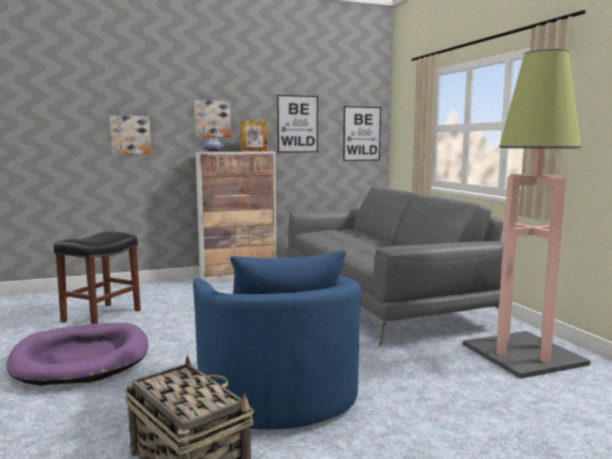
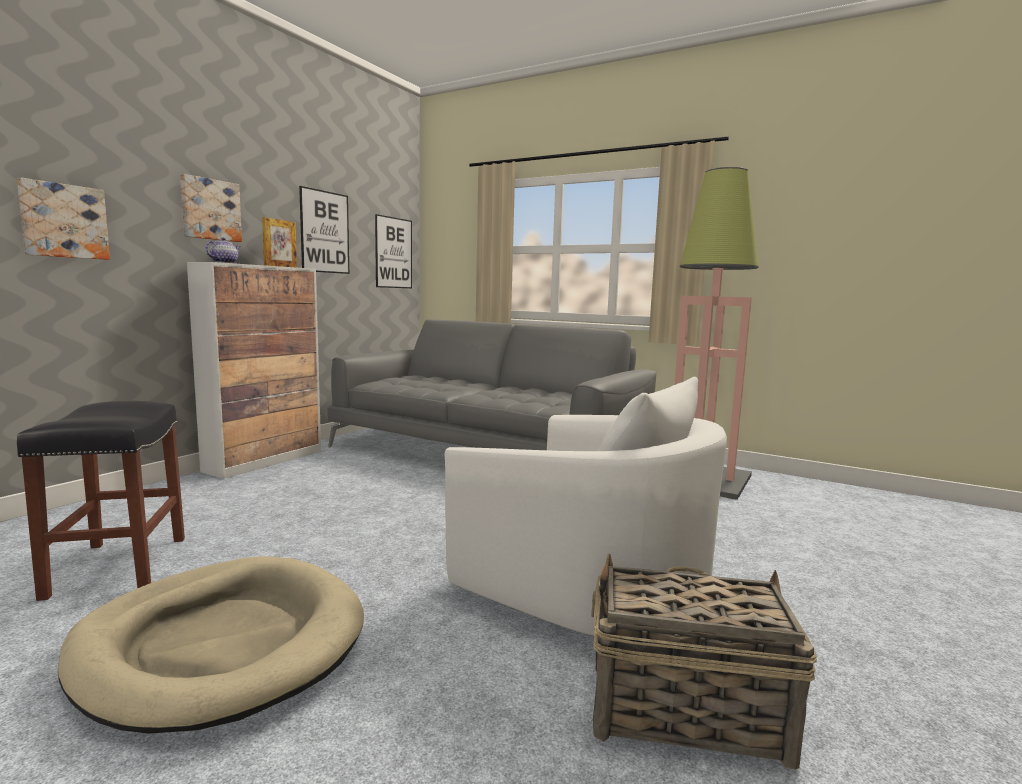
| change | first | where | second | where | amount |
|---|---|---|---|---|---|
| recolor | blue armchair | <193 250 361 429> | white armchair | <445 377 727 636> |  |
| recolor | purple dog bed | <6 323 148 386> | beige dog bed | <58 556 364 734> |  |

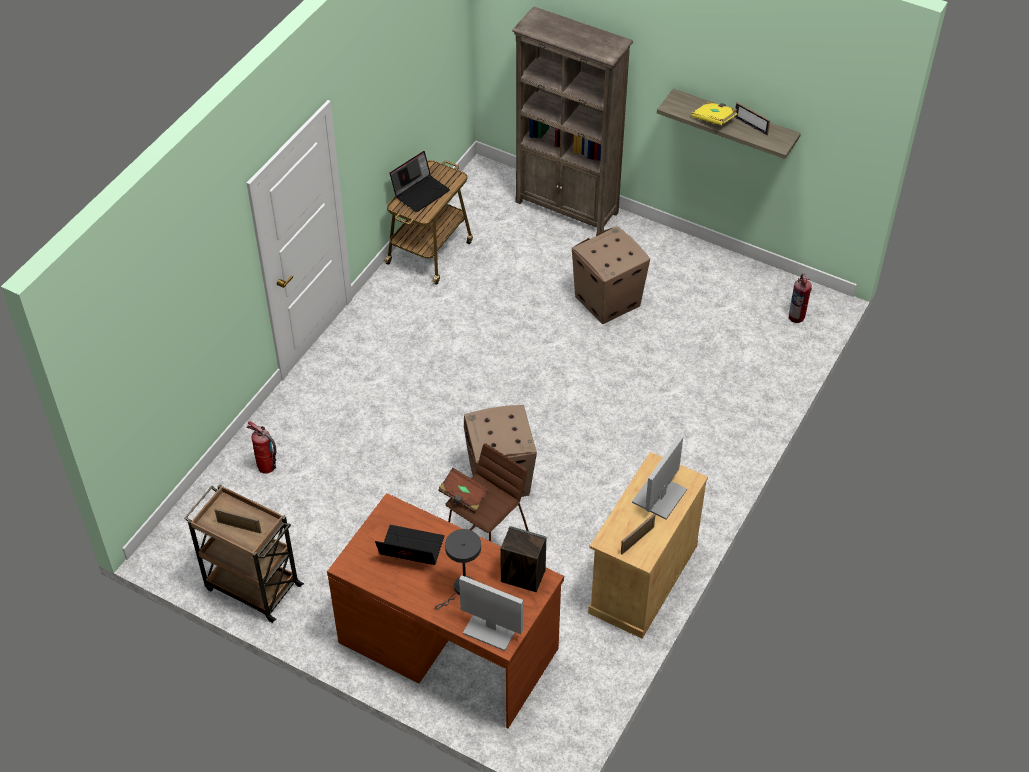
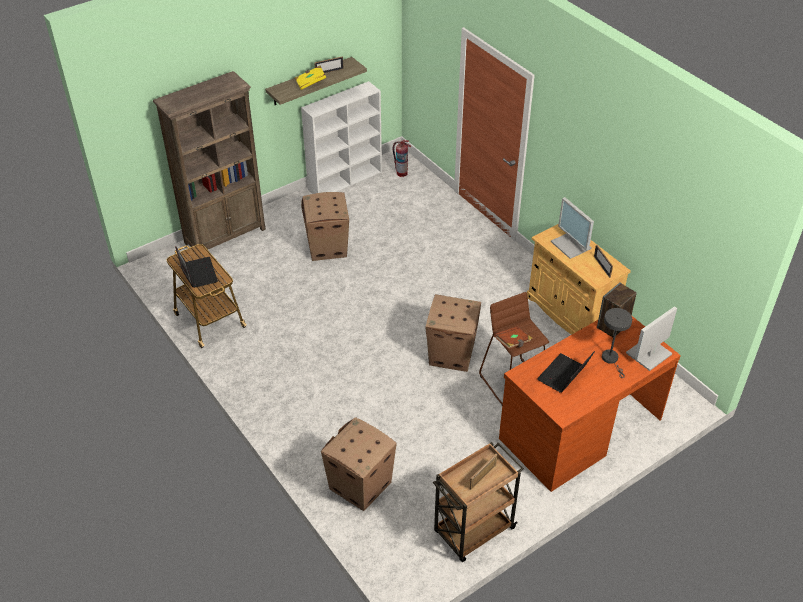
| change | first | where | second | where | amount |
|---|---|---|---|---|---|
| replace | fire extinguisher | <246 421 276 474> | cardboard box | <321 417 397 511> |  |
| insert |  |  | white bookcase | <301 81 382 194> |  |

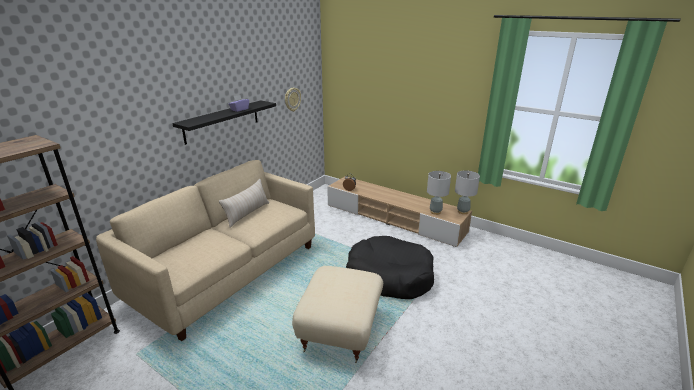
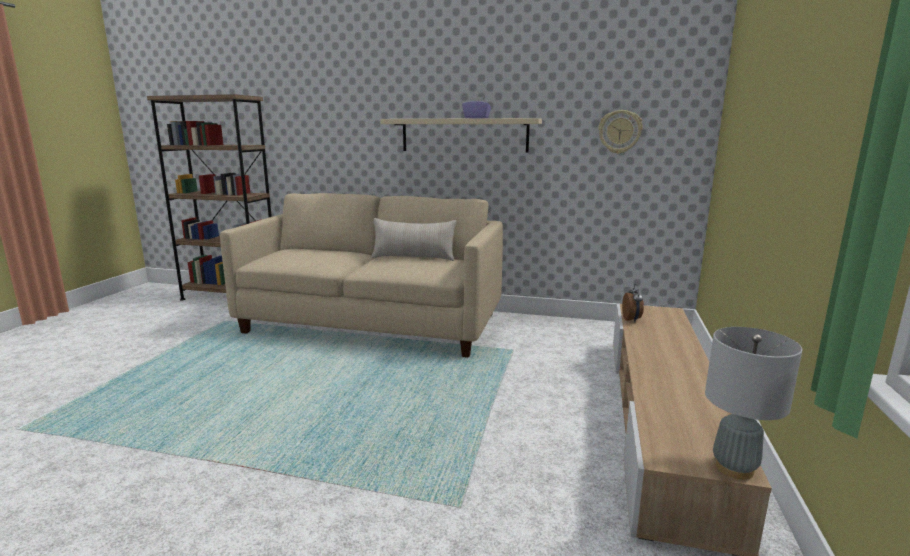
| change | first | where | second | where | amount |
|---|---|---|---|---|---|
| recolor | black shelf | <172 100 276 145> | beige shelf | <380 118 542 152> |  |
| delete | grey table lamp | <427 171 451 215> |  |  |  |
| delete | black dog bed | <346 236 434 299> |  |  |  |
| delete | beige ottoman | <292 266 383 363> |  |  |  |

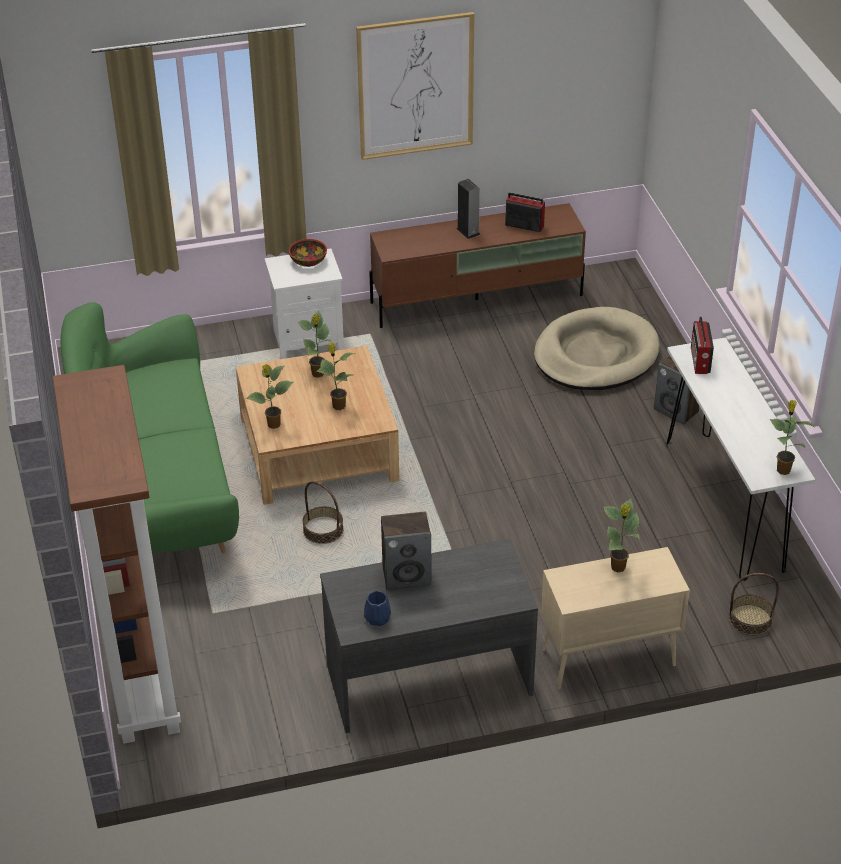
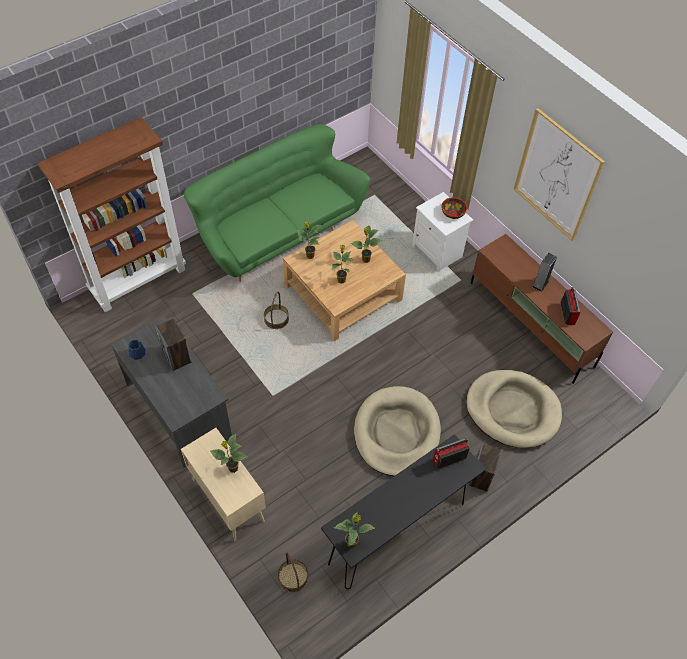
| change | first | where | second | where | amount |
|---|---|---|---|---|---|
| recolor | white console table | <666 338 815 581> | black console table | <321 434 486 589> |  |
| insert |  |  | beige dog bed | <354 386 441 476> |  |

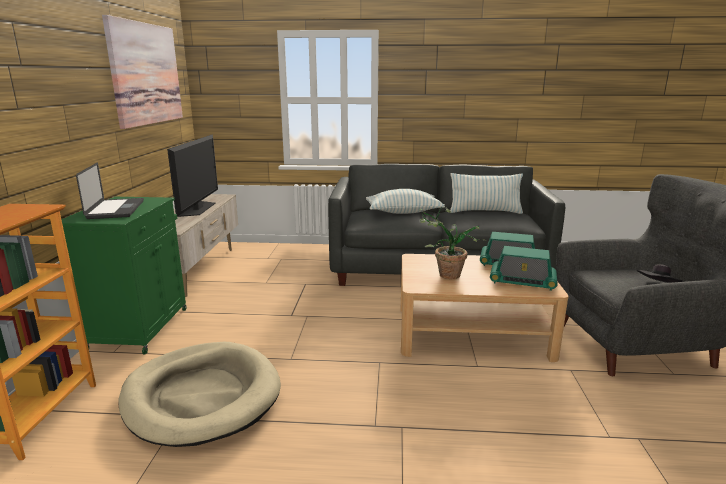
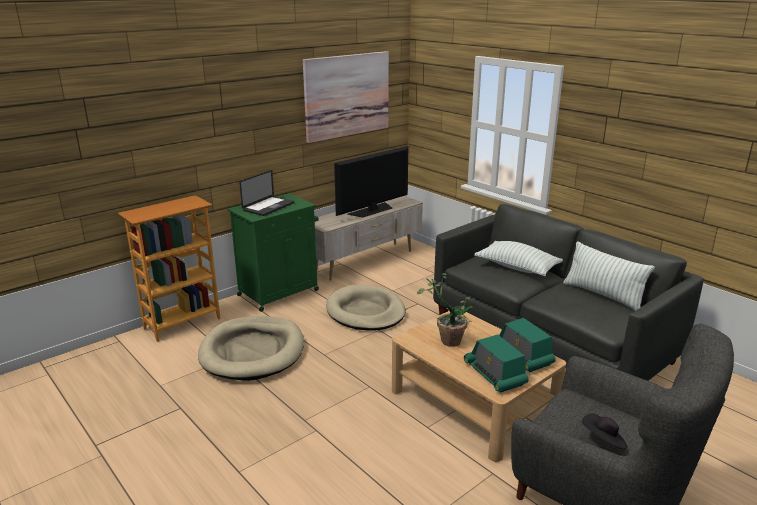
| change | first | where | second | where | amount |
|---|---|---|---|---|---|
| insert |  |  | beige dog bed | <326 284 406 331> |  |

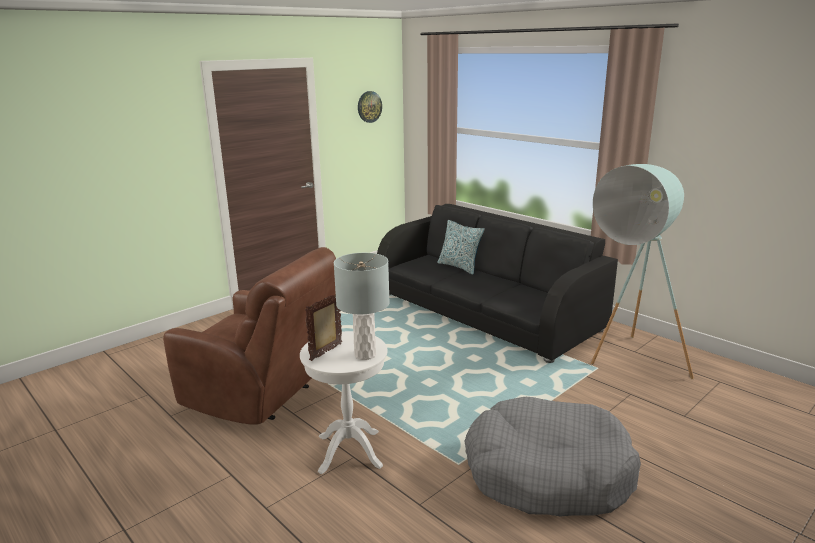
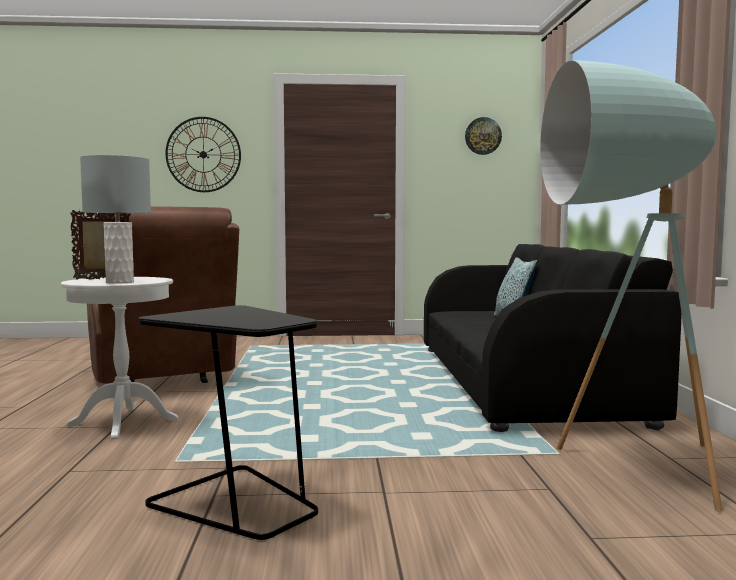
| change | first | where | second | where | amount |
|---|---|---|---|---|---|
| replace | grey dog bed | <464 397 641 517> | black side table | <138 305 318 540> |  |
| insert |  |  | wall clock | <165 117 241 192> |  |

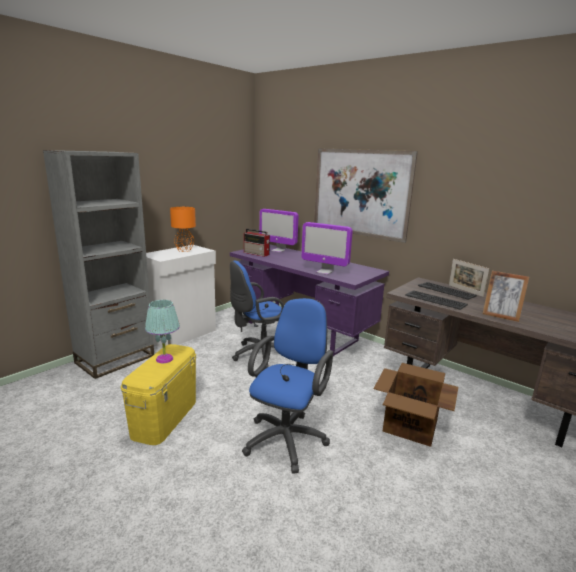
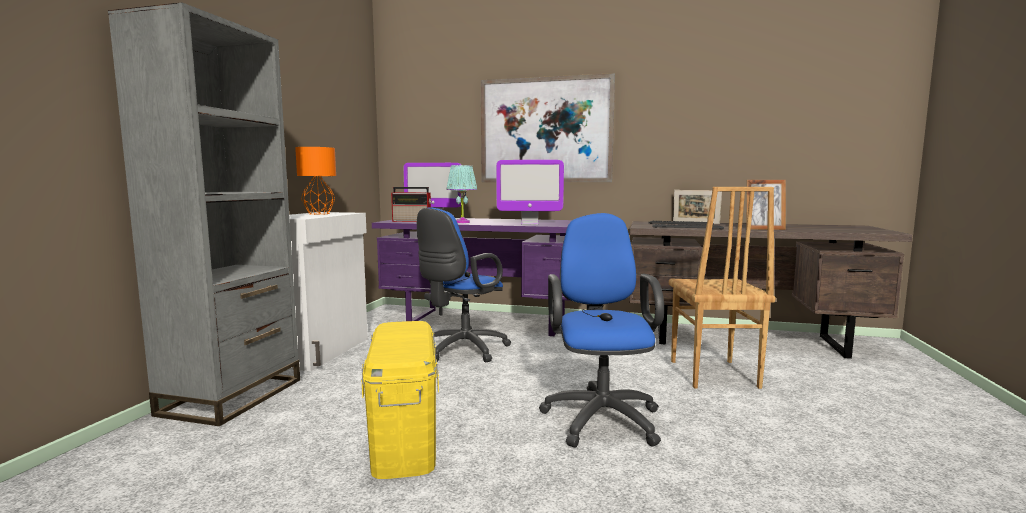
| change | first | where | second | where | amount |
|---|---|---|---|---|---|
| move | turquoise table lamp | <145 300 180 363> |  | <446 165 477 223> |  |
| replace | cardboard box | <374 363 458 447> | brown chair | <669 187 776 389> |  |

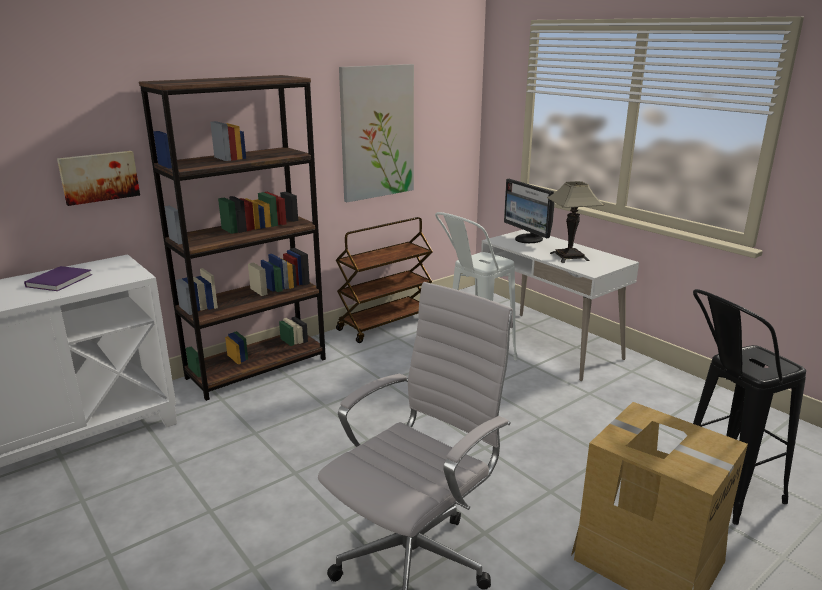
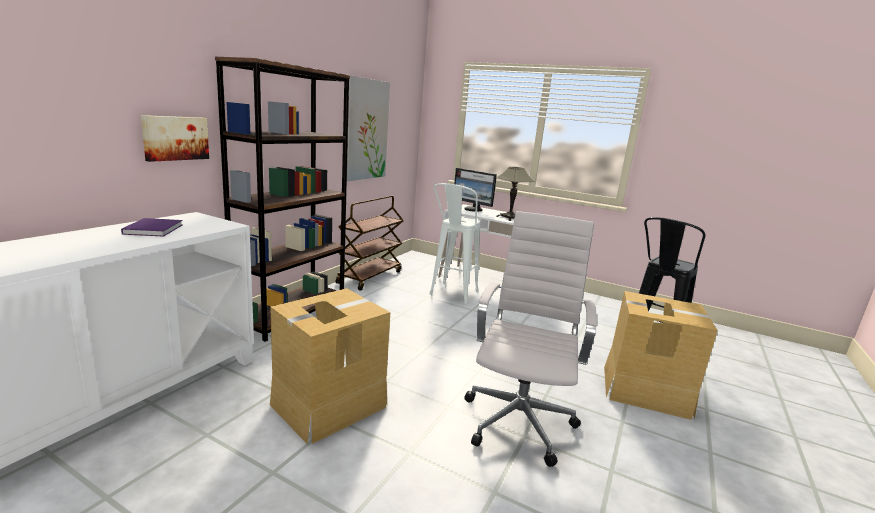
| change | first | where | second | where | amount |
|---|---|---|---|---|---|
| insert |  |  | cardboard box | <270 288 390 444> |  |

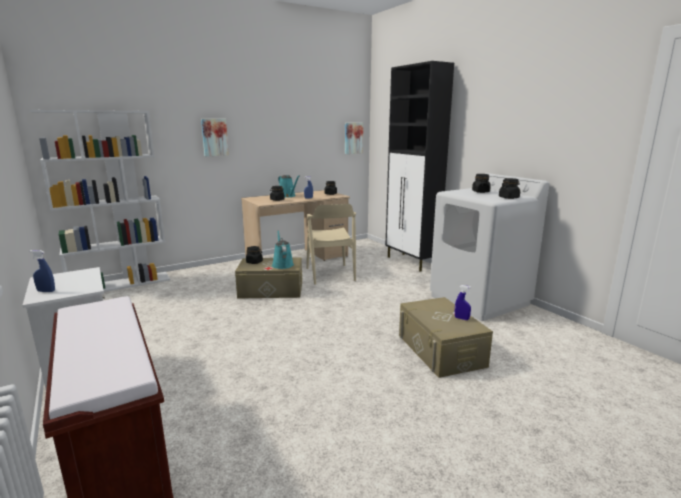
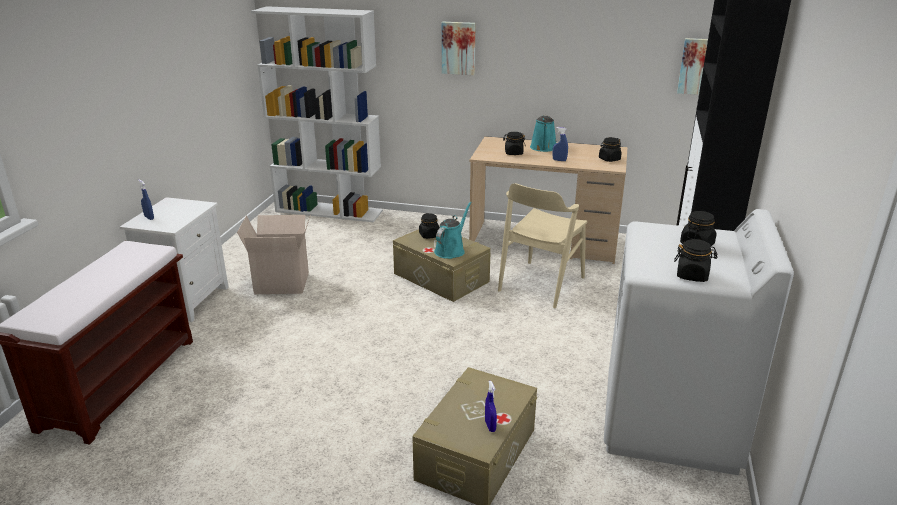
| change | first | where | second | where | amount |
|---|---|---|---|---|---|
| insert |  |  | cardboard box | <237 215 310 294> |  |

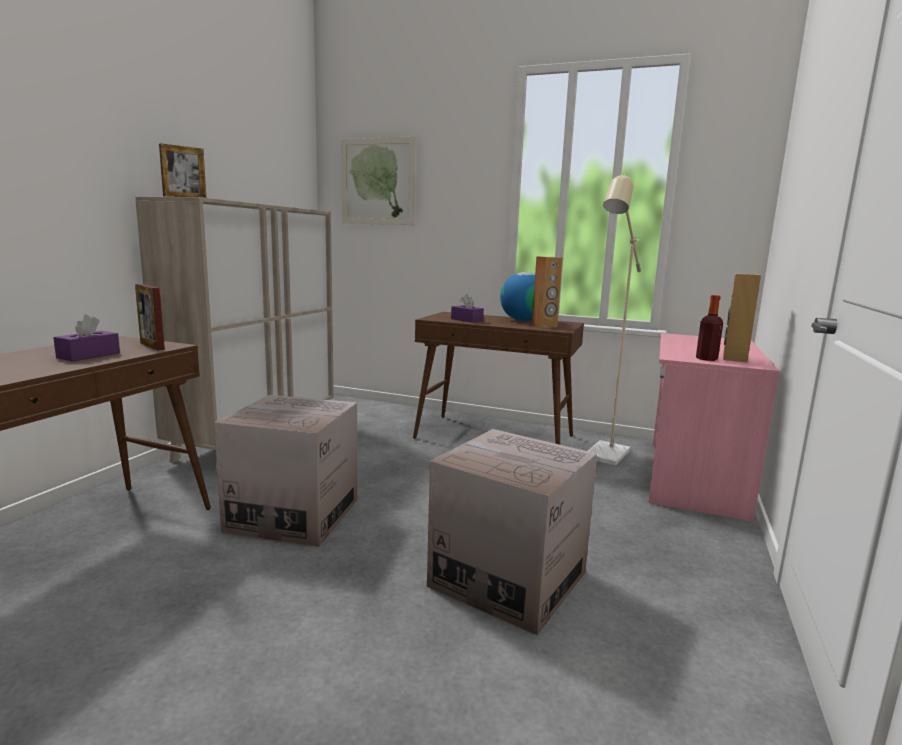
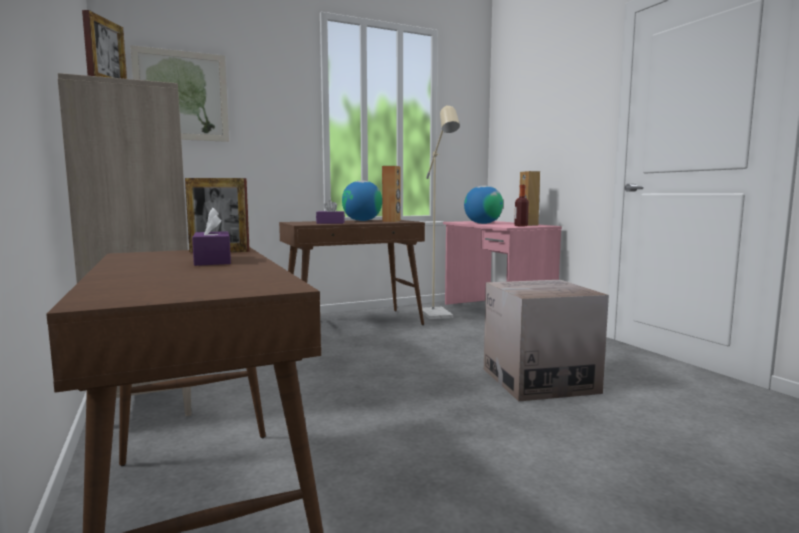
| change | first | where | second | where | amount |
|---|---|---|---|---|---|
| delete | cardboard box | <214 395 358 547> |  |  |  |
| insert |  |  | globe | <464 186 503 224> |  |

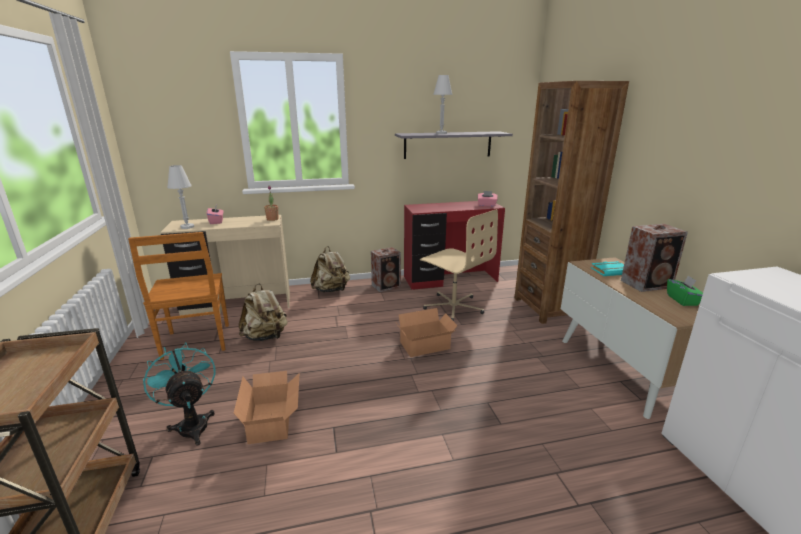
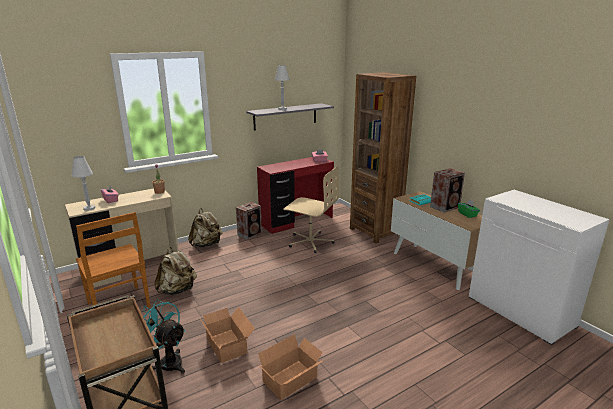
| change | first | where | second | where | amount |
|---|---|---|---|---|---|
| move | cardboard box | <396 308 458 357> |  | <258 334 323 400> |  |

